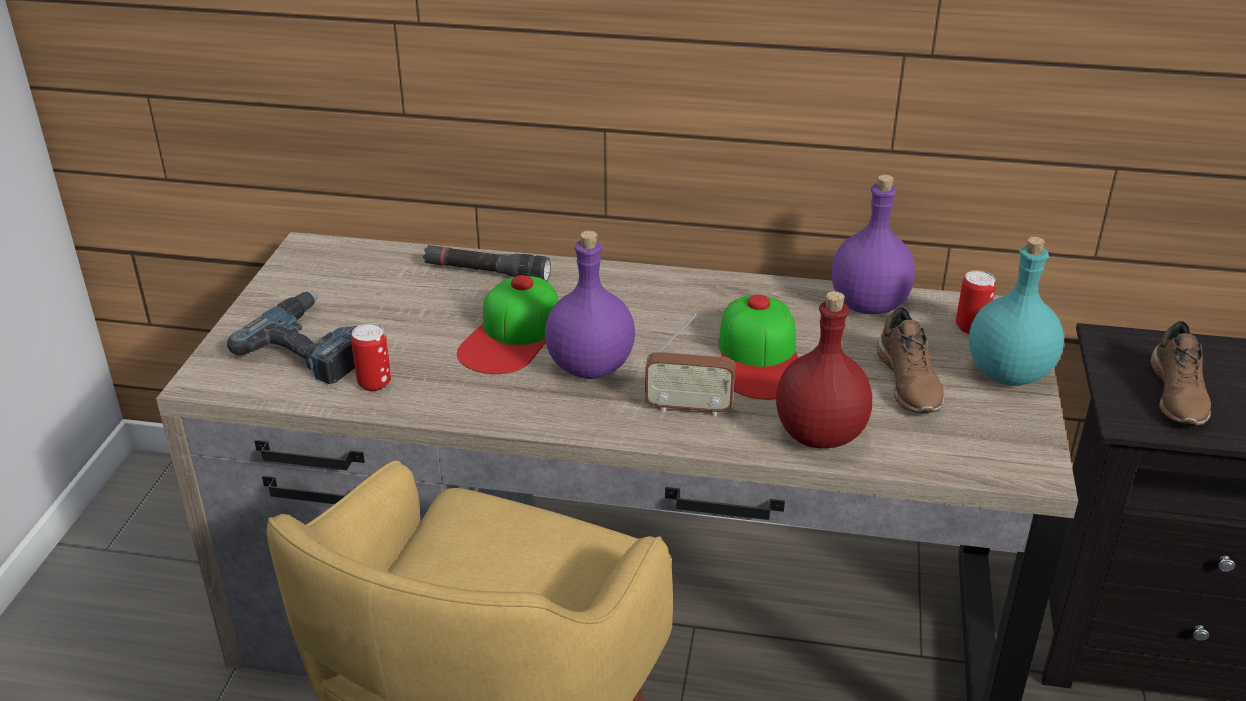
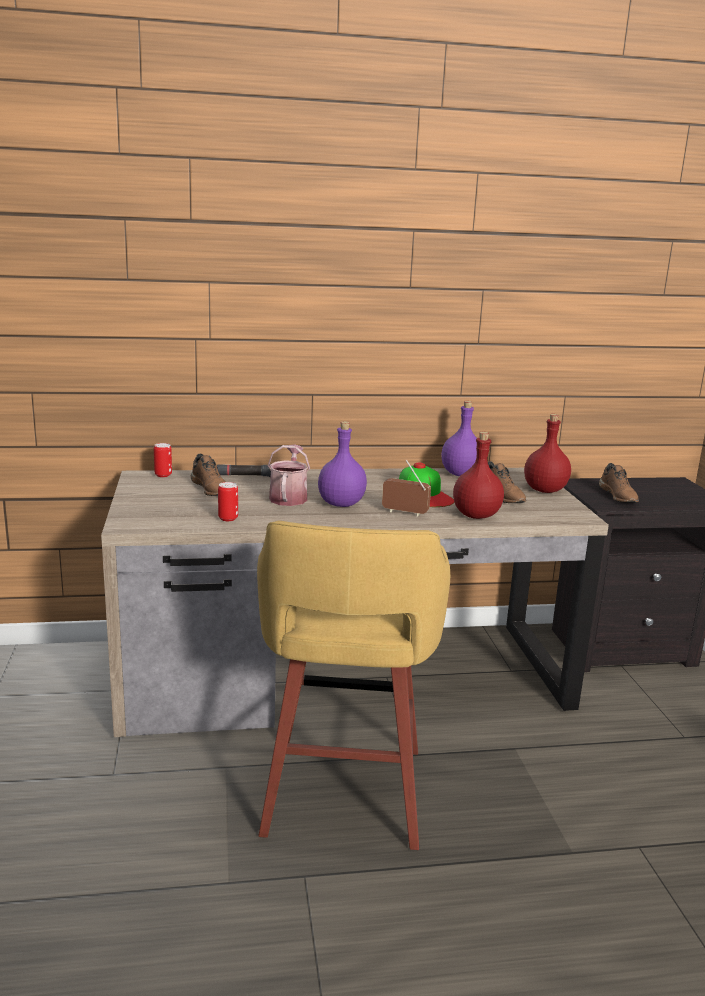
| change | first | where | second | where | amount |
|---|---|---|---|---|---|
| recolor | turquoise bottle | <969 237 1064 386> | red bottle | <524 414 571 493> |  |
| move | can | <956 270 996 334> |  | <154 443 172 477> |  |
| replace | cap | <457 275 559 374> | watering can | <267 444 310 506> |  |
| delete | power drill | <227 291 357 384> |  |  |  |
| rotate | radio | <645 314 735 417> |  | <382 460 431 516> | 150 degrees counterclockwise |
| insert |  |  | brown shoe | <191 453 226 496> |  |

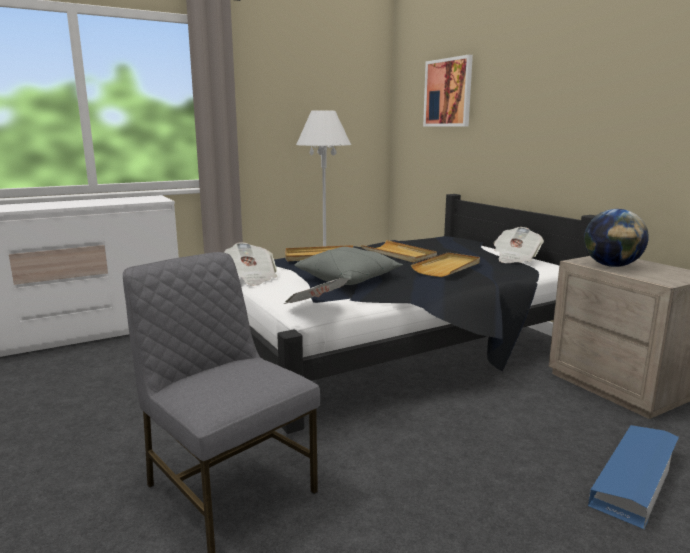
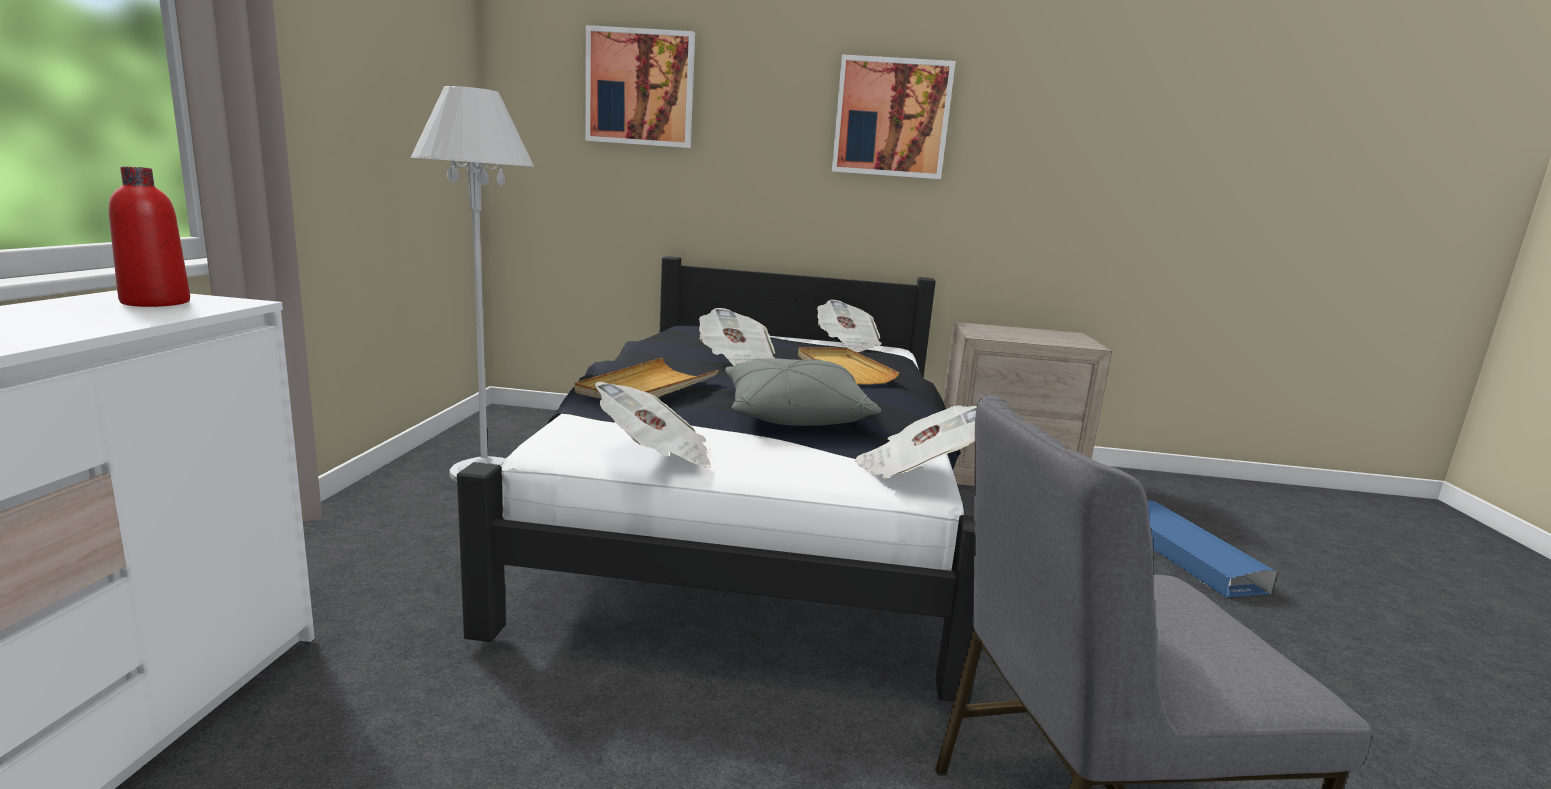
| change | first | where | second | where | amount |
|---|---|---|---|---|---|
| delete | globe | <584 209 649 267> |  |  |  |
| replace | beige tray | <361 240 437 263> | newspaper | <699 308 775 366> |  |
| insert |  |  | picture | <832 54 955 179> |  |
| insert |  |  | red bottle | <108 167 190 307> |  |

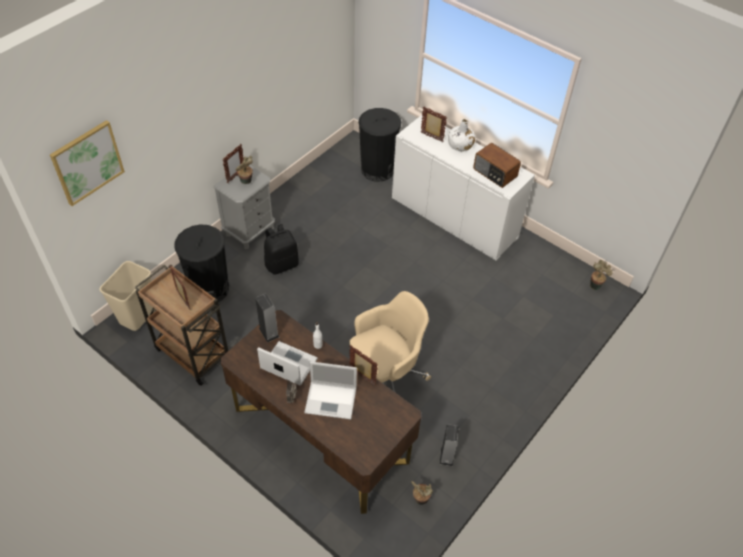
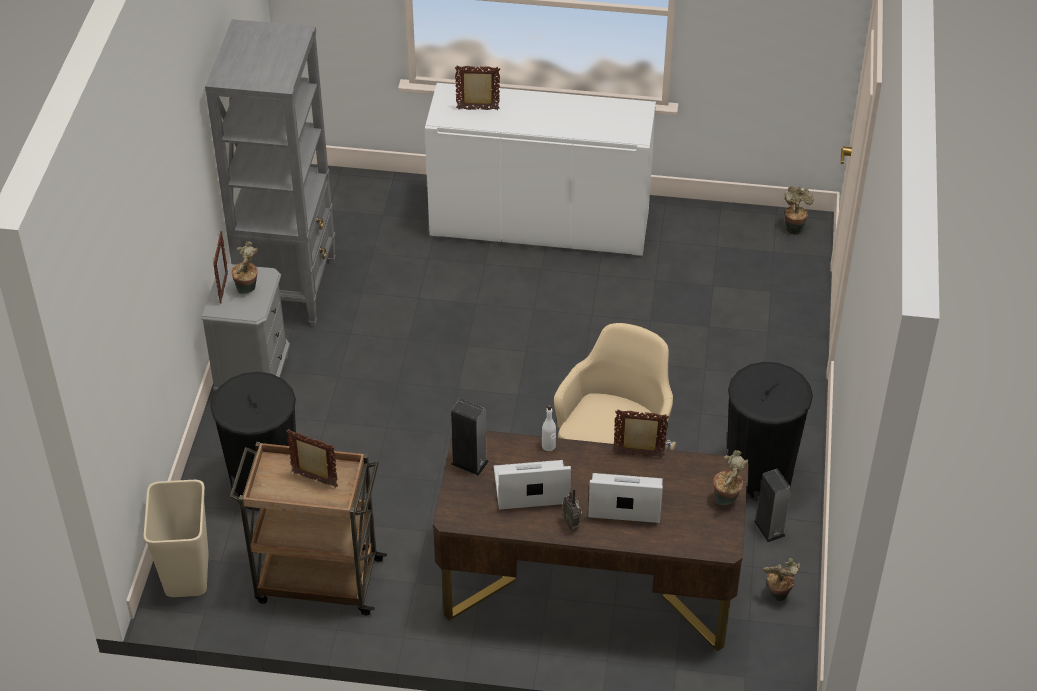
| change | first | where | second | where | amount |
|---|---|---|---|---|---|
| move | black trash can | <358 108 401 182> |  | <727 362 813 501> |  |
| delete | white bottle | <448 119 475 151> |  |  |  |
| delete | picture | <50 120 125 206> |  |  |  |
| delete | radio | <473 143 521 188> |  |  |  |
| delete | black backpack | <264 224 299 275> |  |  |  |
| rotate | laptop | <304 361 357 419> |  | <588 473 663 523> | 150 degrees counterclockwise |
| insert |  |  | grey bookcase | <205 19 336 326> |  |
| insert |  |  | potted plant | <714 450 748 505> |  |

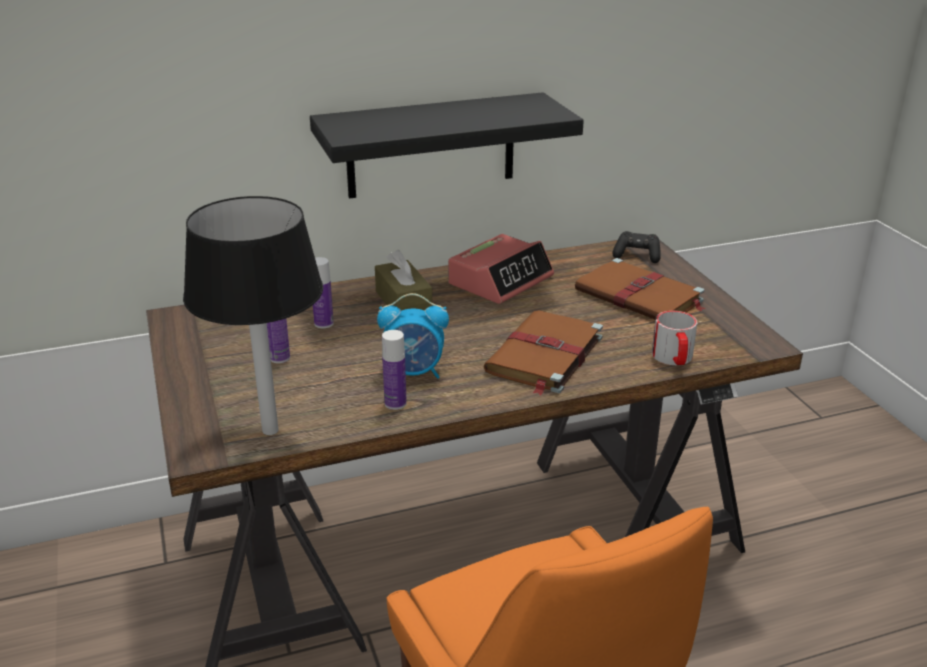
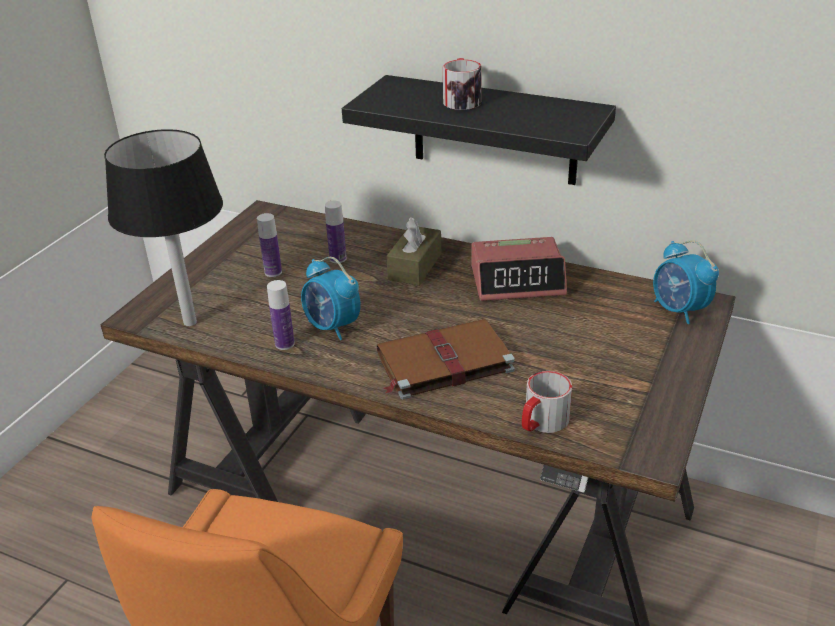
| change | first | where | second | where | amount |
|---|---|---|---|---|---|
| replace | black game controller | <612 231 661 263> | alarm clock | <653 240 719 324> |  |
| delete | brown book | <575 258 706 320> |  |  |  |
| insert |  |  | mug | <443 58 482 110> |  |

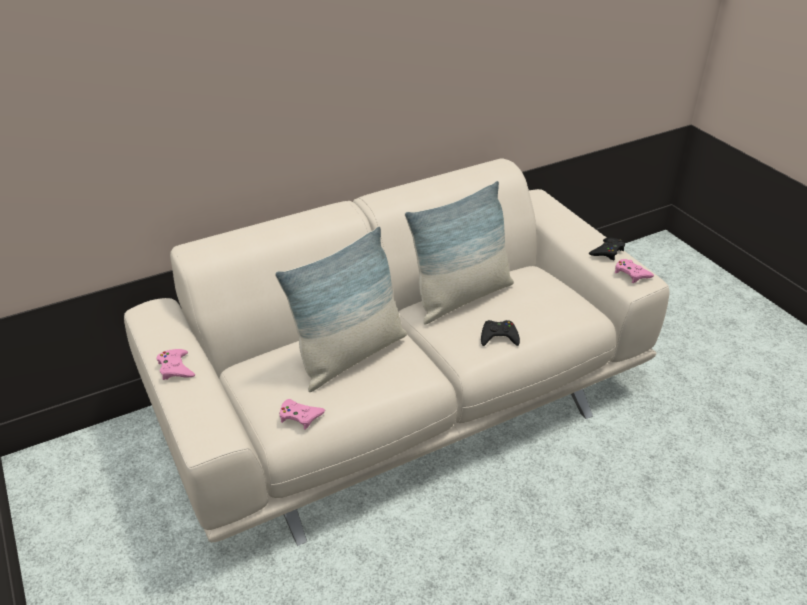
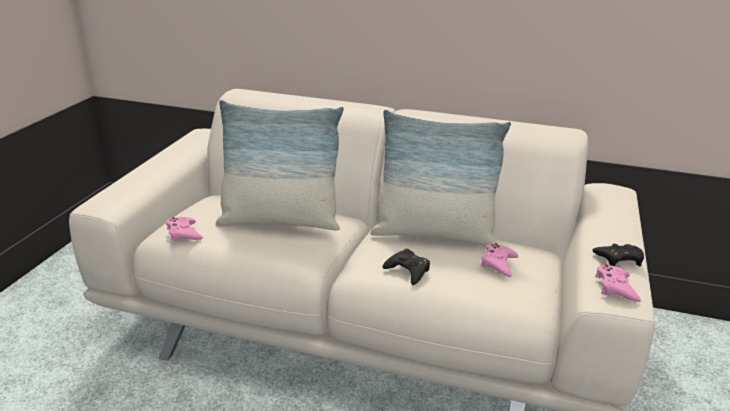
| change | first | where | second | where | amount |
|---|---|---|---|---|---|
| move | pink game controller | <157 349 195 380> |  | <481 243 519 277> |  |

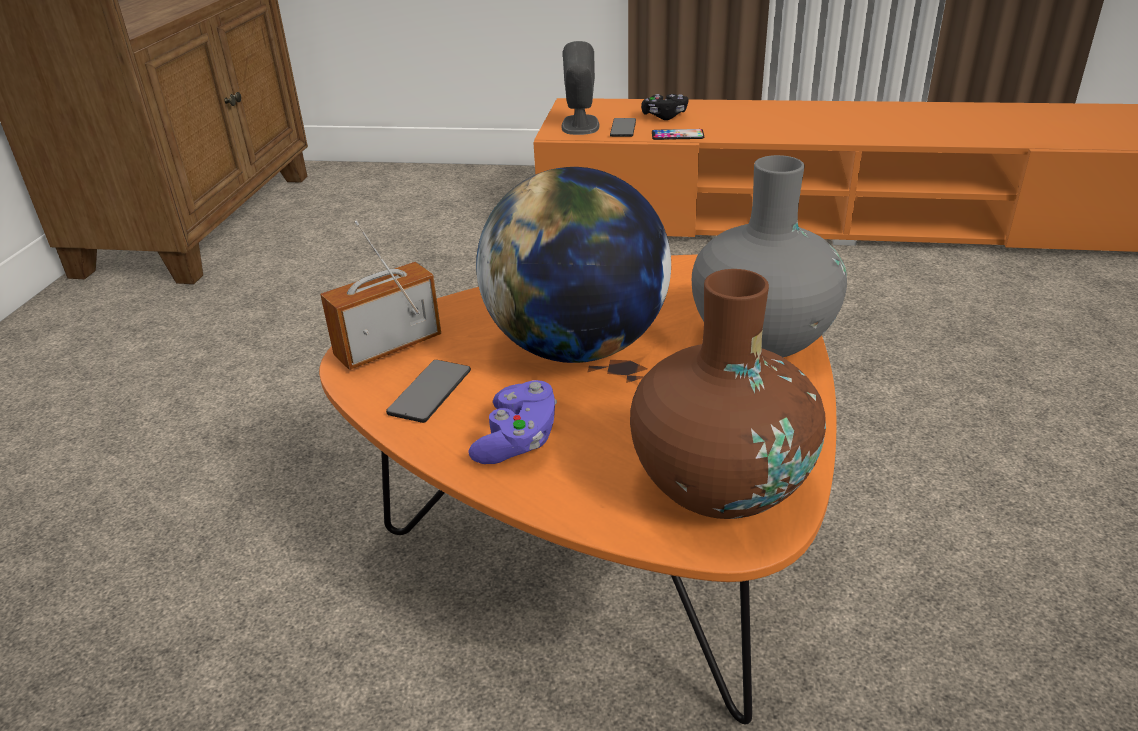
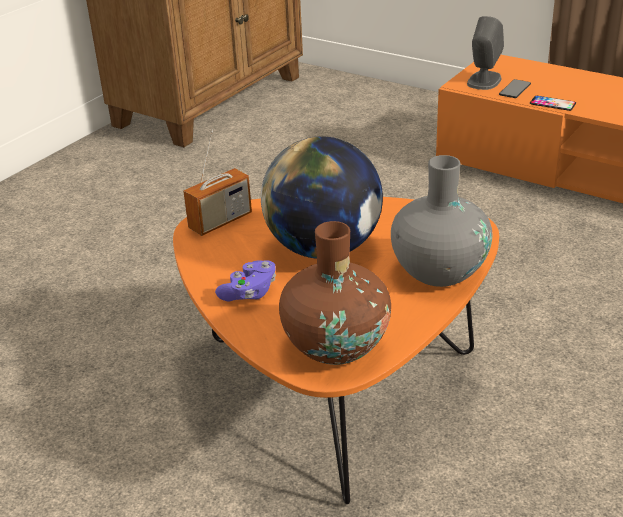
| change | first | where | second | where | amount |
|---|---|---|---|---|---|
| delete | black game controller | <641 94 688 120> |  |  |  |
| rotate | radio | <320 221 441 370> |  | <183 130 252 236> | 150 degrees clockwise |
| delete | phone | <386 360 471 423> |  |  |  |

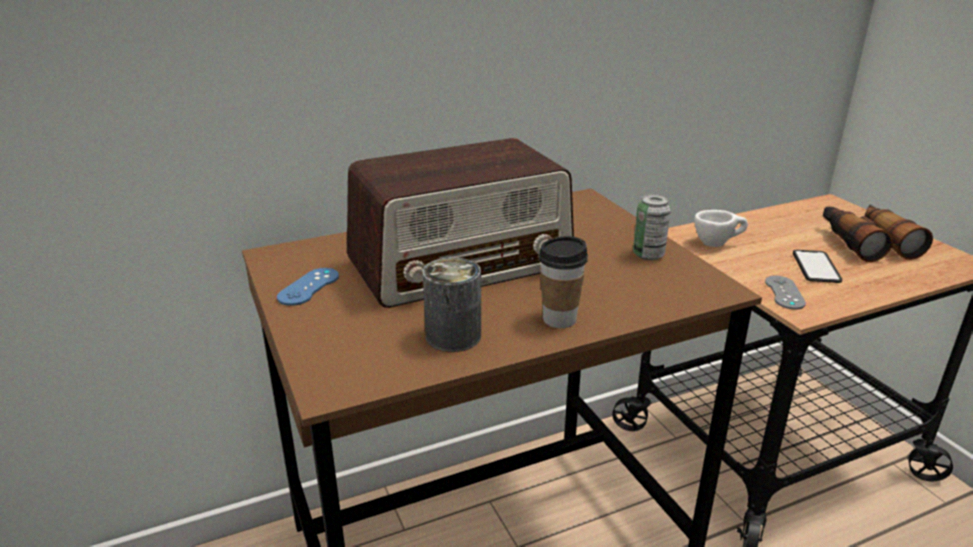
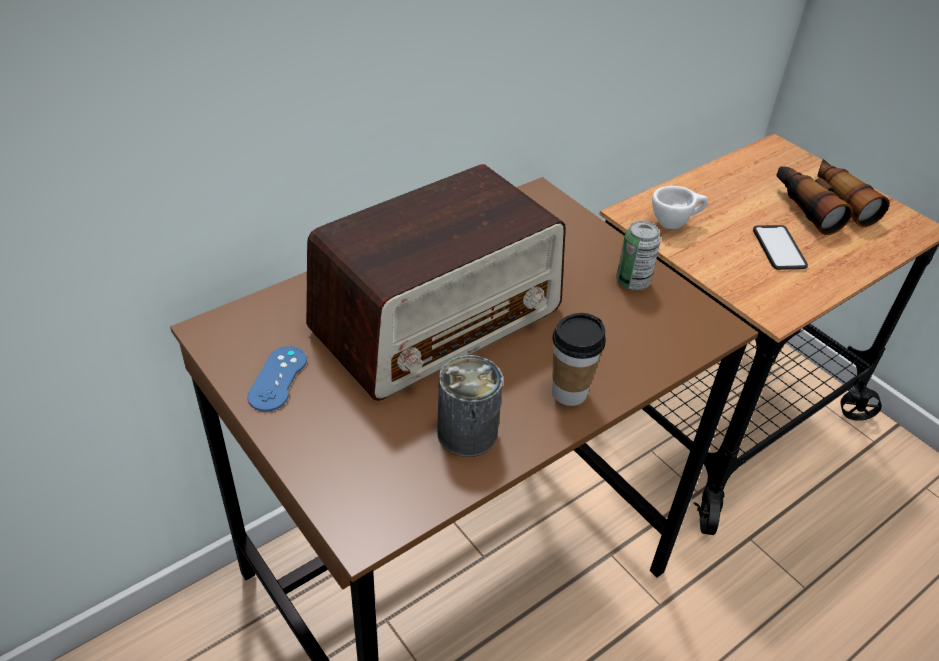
| change | first | where | second | where | amount |
|---|---|---|---|---|---|
| delete | grey game controller | <765 276 806 310> |  |  |  |

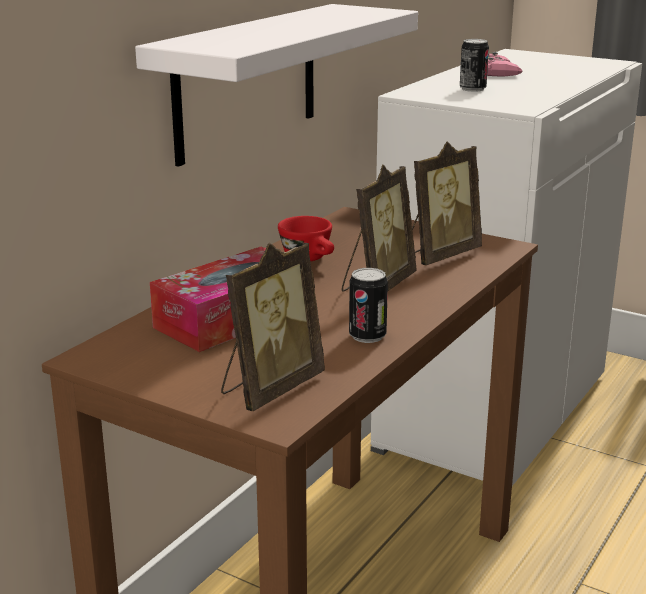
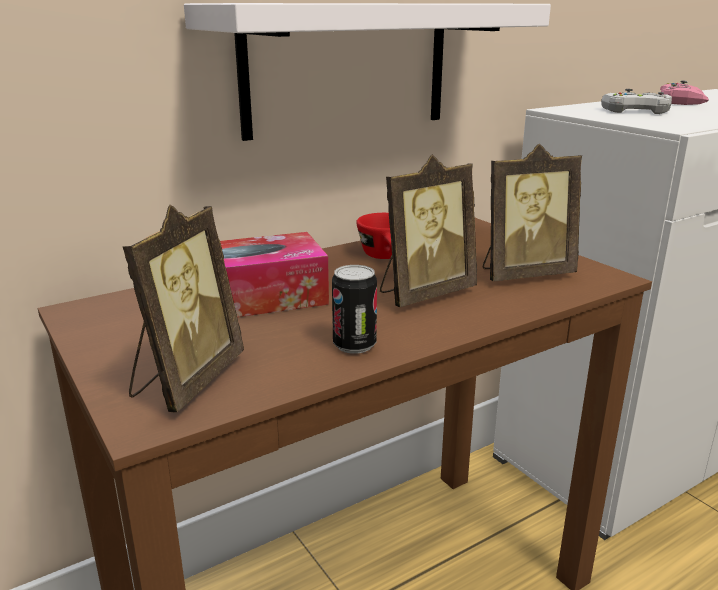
| change | first | where | second | where | amount |
|---|---|---|---|---|---|
| replace | can | <460 39 489 92> | white game controller | <601 89 672 114> |  |
| rotate | picture frame | <221 243 325 411> |  | <123 205 244 413> | 45 degrees counterclockwise |

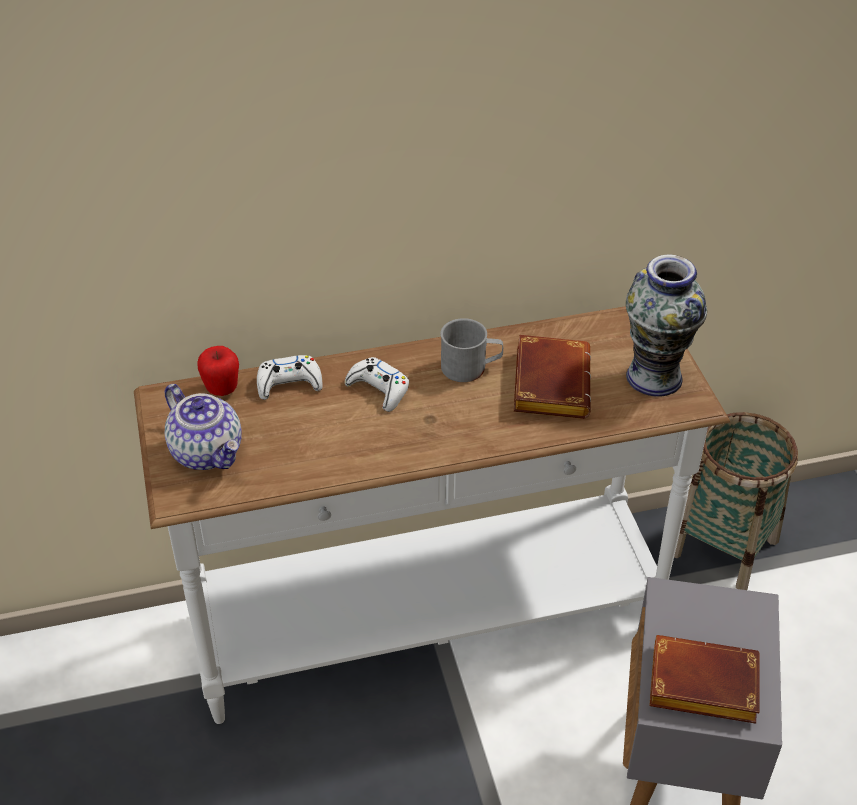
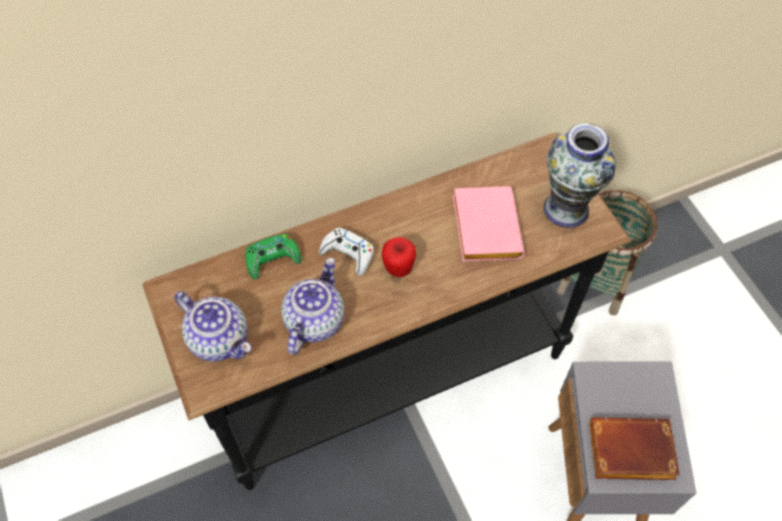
| change | first | where | second | where | amount |
|---|---|---|---|---|---|
| recolor | white console table | <134 306 730 724> | black console table | <143 133 632 490> |  |
| delete | grey mug | <440 318 503 382> |  |  |  |
| recolor | brown book | <514 335 591 419> | pink book | <453 186 525 262> |  |
| move | apple | <197 346 239 396> |  | <382 237 416 277> |  |
| recolor | white game controller | <257 355 323 400> | green game controller | <246 234 302 279> |  |
| insert |  |  | teapot | <281 257 344 355> |  |

